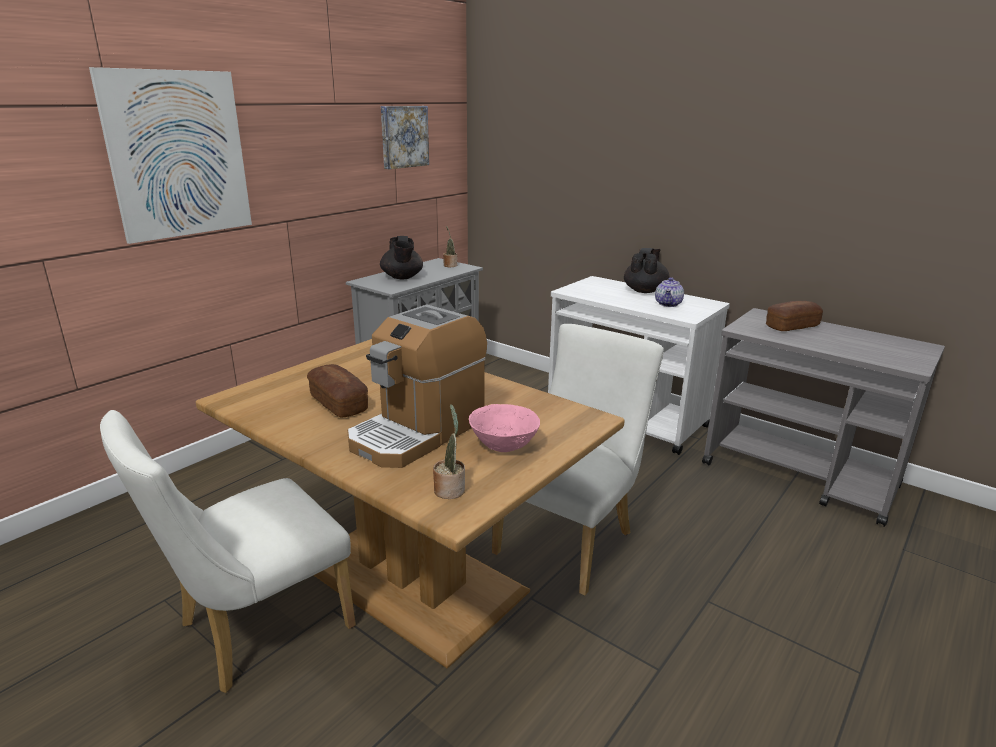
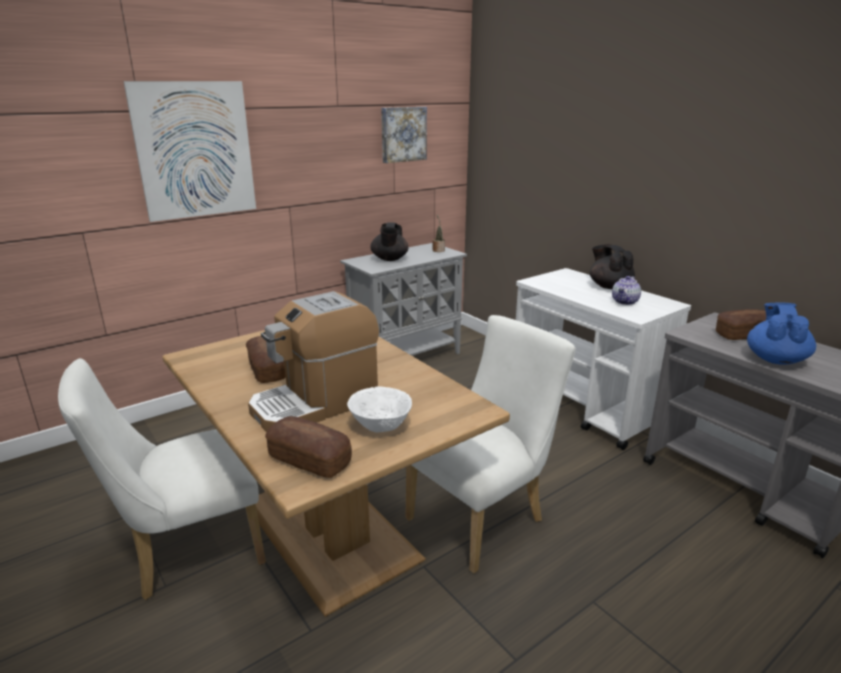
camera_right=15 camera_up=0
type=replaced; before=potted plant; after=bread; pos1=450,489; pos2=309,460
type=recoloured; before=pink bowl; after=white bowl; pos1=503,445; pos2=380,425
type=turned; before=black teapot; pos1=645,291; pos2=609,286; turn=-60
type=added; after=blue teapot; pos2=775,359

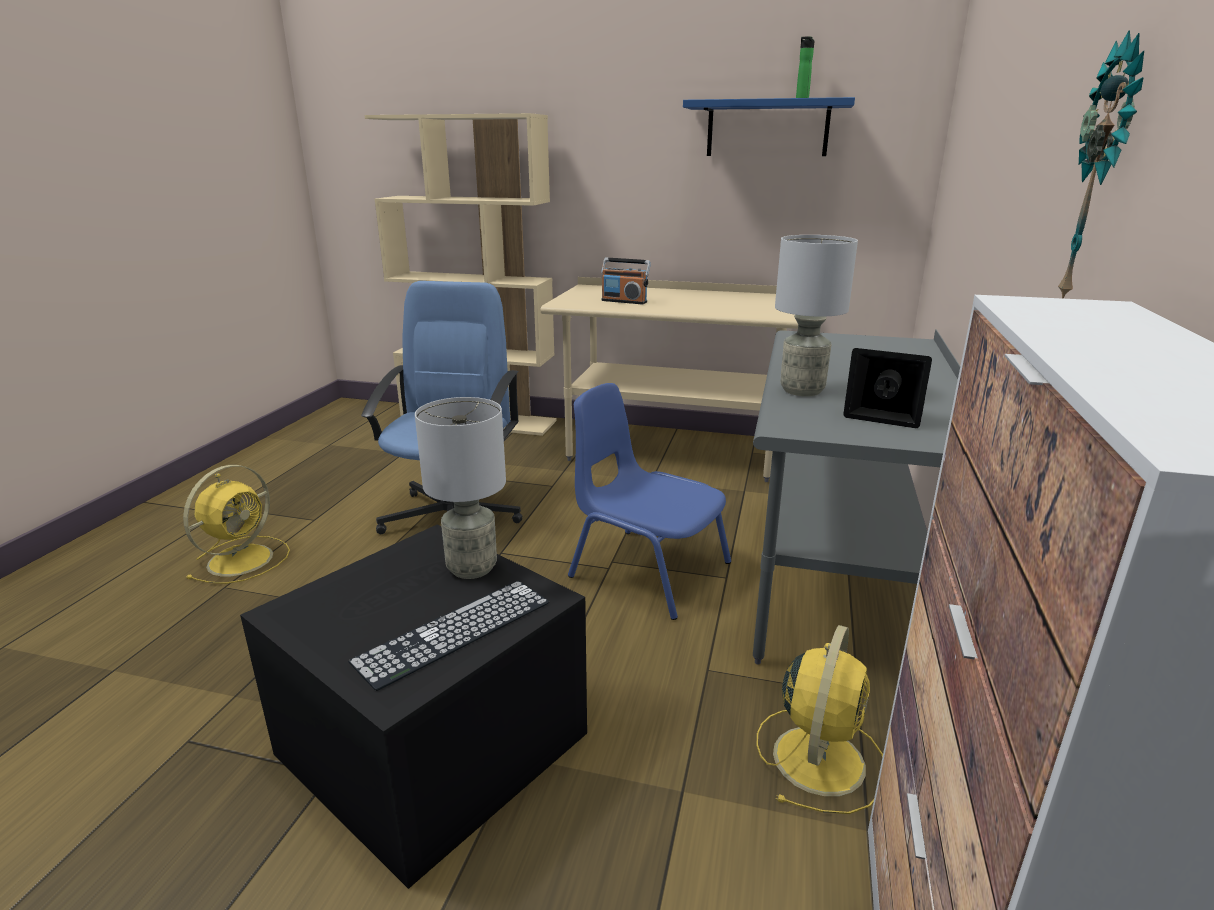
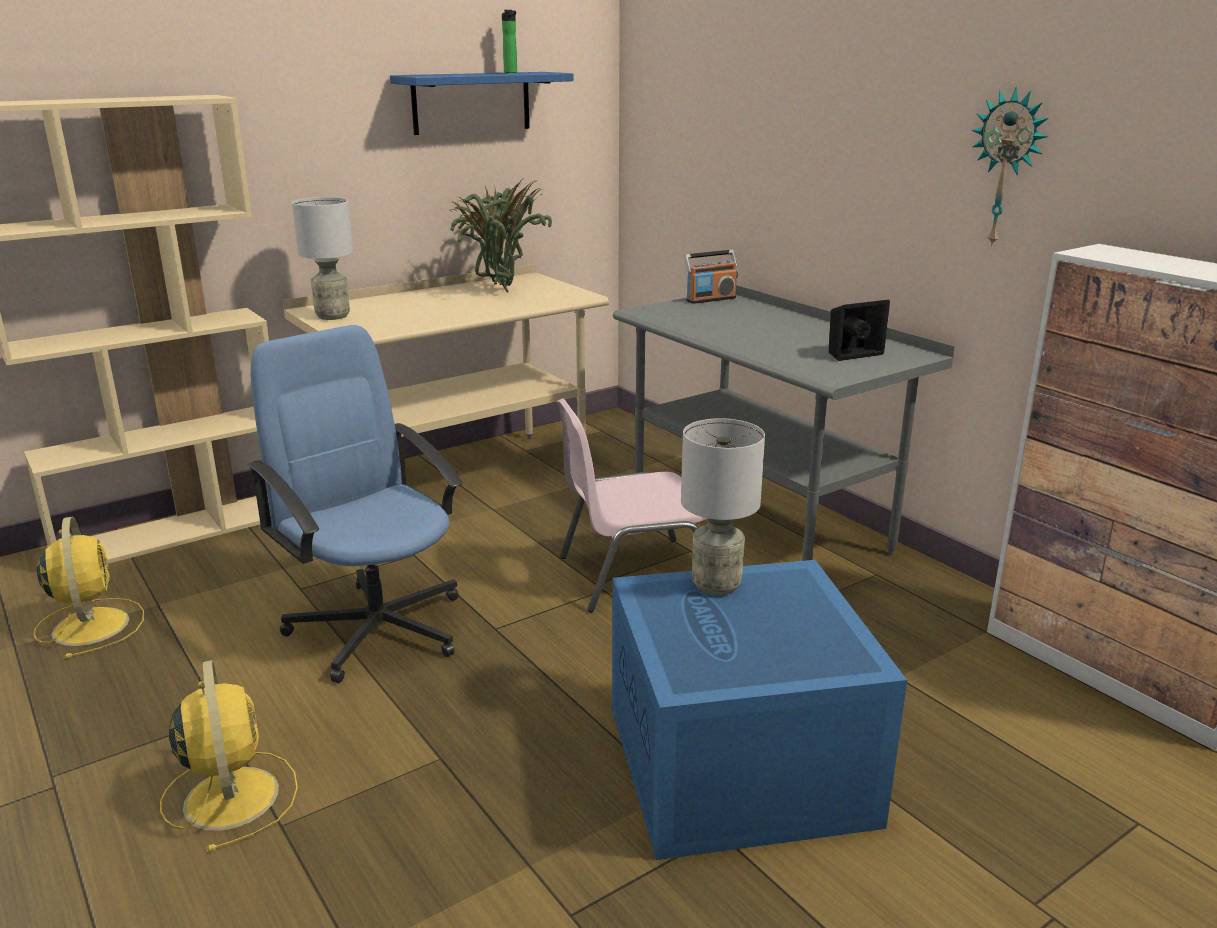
camera_right=-50 camera_up=0
type=recoloured; before=black storage box; after=blue storage box; pos1=432,747; pos2=742,766
type=removed; before=keyboard; pos1=455,631
type=recoloured; before=blue chair; after=pink chair; pos1=647,569; pos2=632,575
type=moved; before=radio; pos1=624,301; pos2=710,299
type=moved; before=yellow fan; pos1=819,757; pos2=91,625
type=moved; before=grey table lamp; pos1=802,391; pos2=333,316
type=added; after=potted plant; pos2=499,292

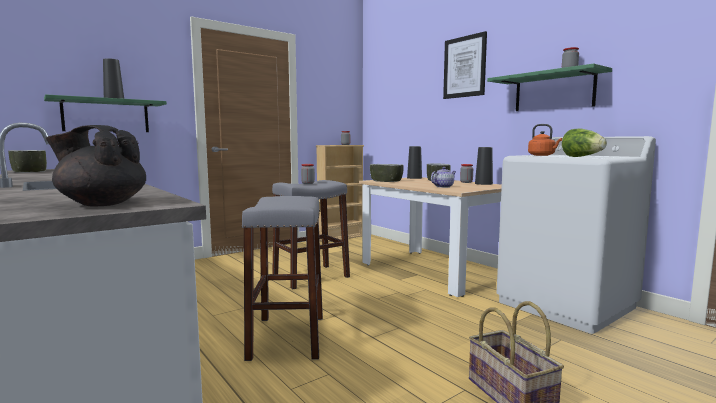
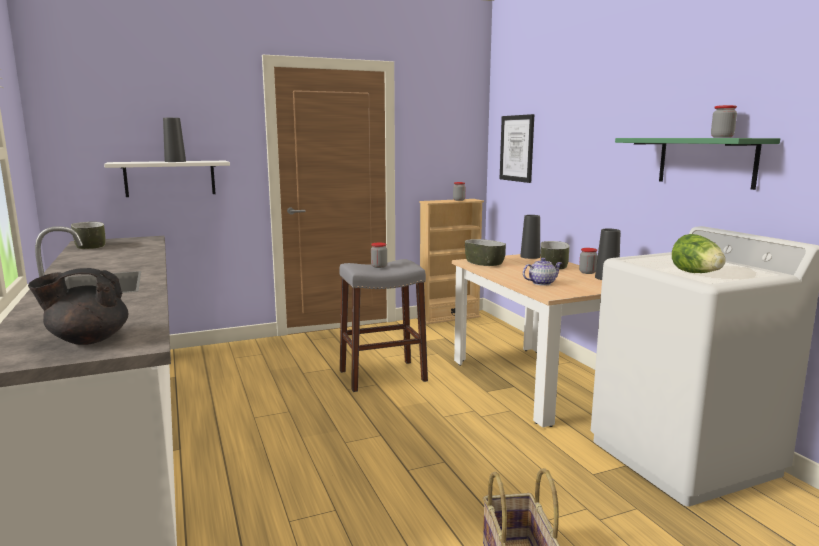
camera_right=15 camera_up=5
type=recoloured; before=green shelf; after=white shelf; pos1=106,116; pos2=170,178
type=turned; before=black teapot; pos1=102,204; pos2=87,340; turn=-45
type=removed; before=grey stool; pos1=287,337
type=moved; before=picture; pos1=464,67; pos2=517,148
type=removed; before=orange kettle; pos1=542,155

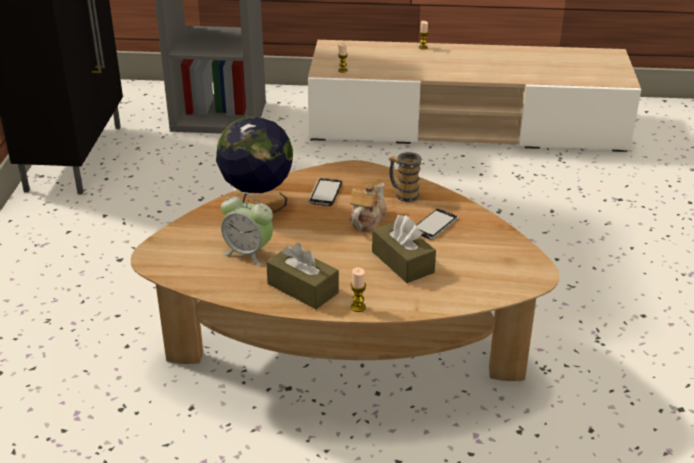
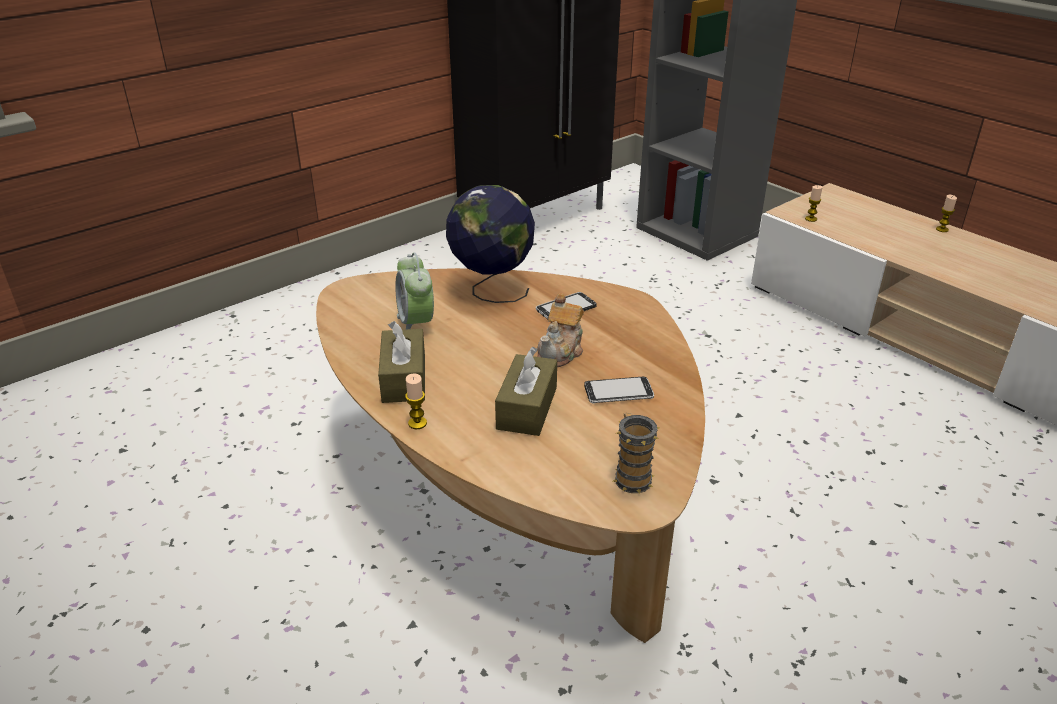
camera_right=45 camera_up=0
type=turned; before=teapot; pos1=367,220; pos2=561,352; turn=135
type=moved; before=mug; pos1=403,194; pos2=631,475

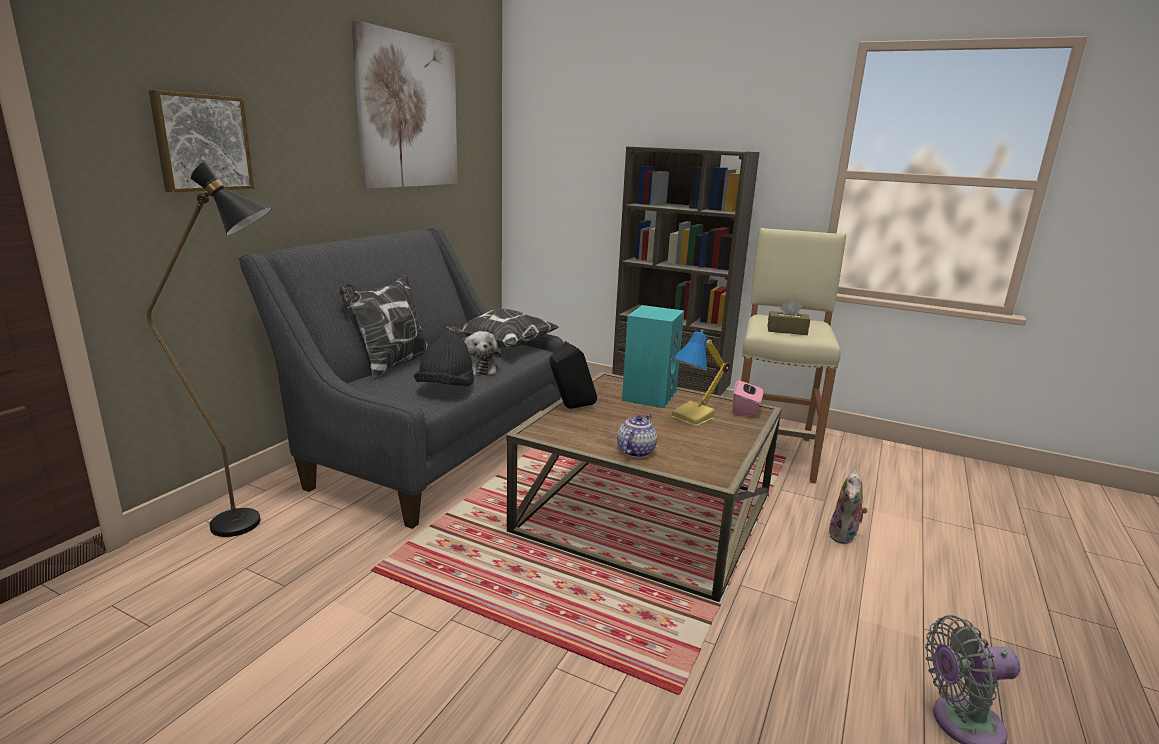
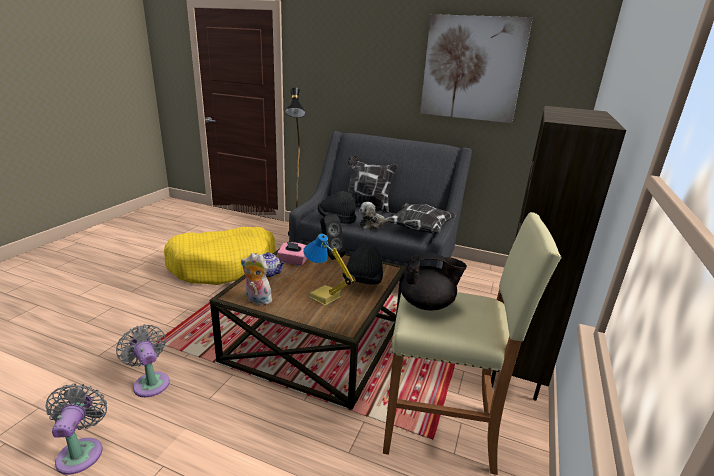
camera_right=85 camera_up=5
type=removed; before=picture; pos1=201,143
type=replaced; before=turquoise speaker; after=black hat; pos1=648,395; pos2=363,282
type=moved; before=pink tissue box; pos1=746,409; pos2=293,261
type=replaced; before=brown tissue box; after=black teapot; pos1=787,330; pos2=427,304
type=moved; before=plush toy; pos1=844,536; pos2=257,300
type=added; after=grey fan; pos2=150,382
type=added; after=yellow dog bed; pos2=224,265

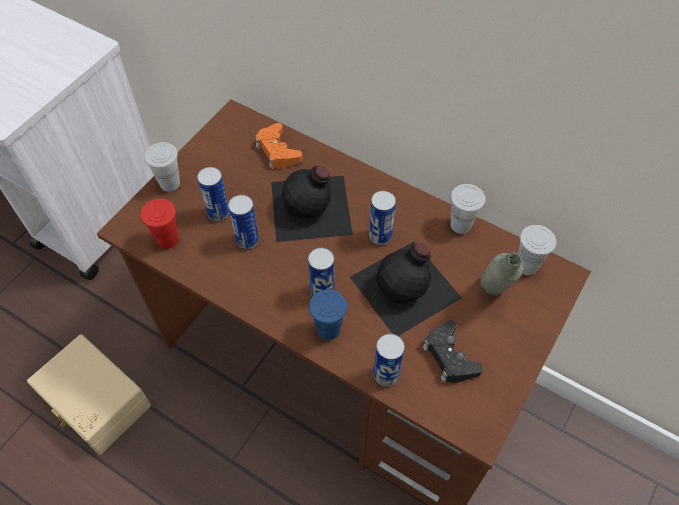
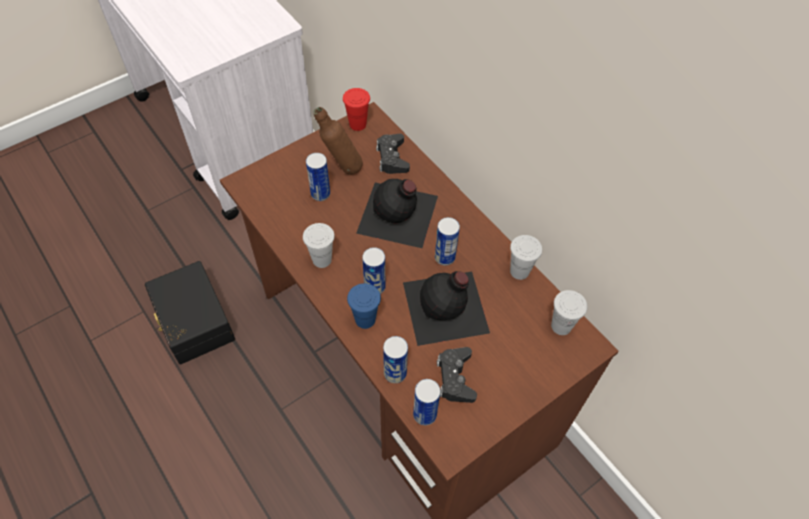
camera_right=20 camera_up=0
type=recoloured; before=beige storage box; after=black storage box; pos1=94,403; pos2=192,321
type=moved; before=red cup; pos1=168,240; pos2=357,124
type=moved; before=white cup; pos1=170,183; pos2=322,259
type=moved; before=can; pos1=247,240; pos2=424,414
type=recoloured; before=orange game controller; after=black game controller; pos1=277,151; pos2=392,158
type=removed; before=grey bottle; pos1=492,297
type=added; after=brown bottle; pos2=341,169

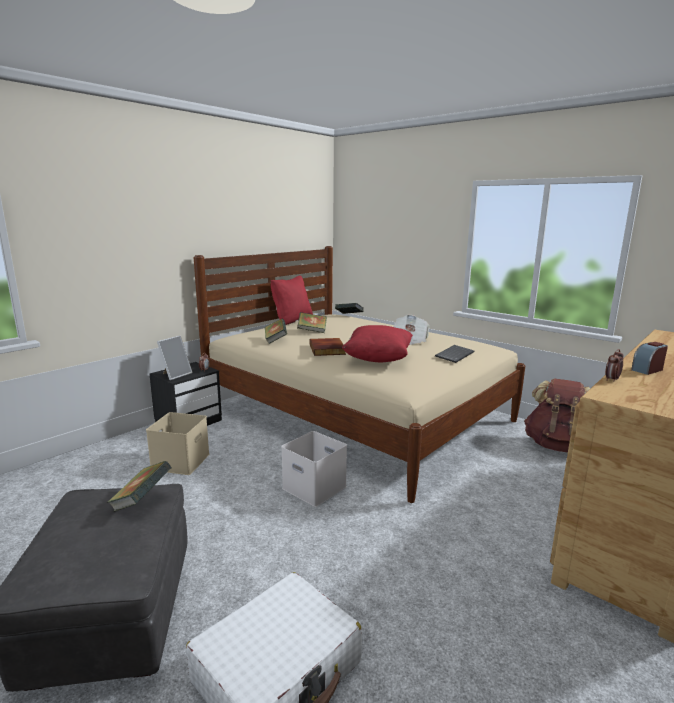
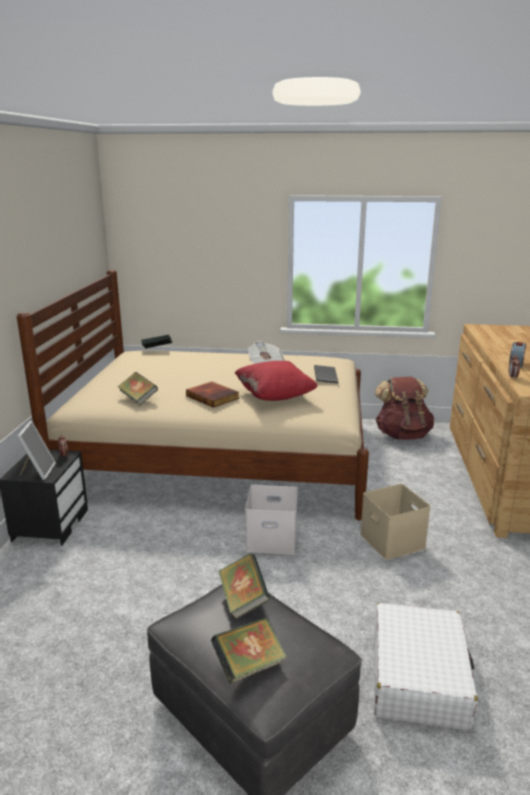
camera_right=-35 camera_up=5
type=moved; before=beige storage box; pos1=180,461; pos2=390,540
type=removed; before=red pillow; pos1=292,321
type=moved; before=book; pos1=312,331; pos2=249,665

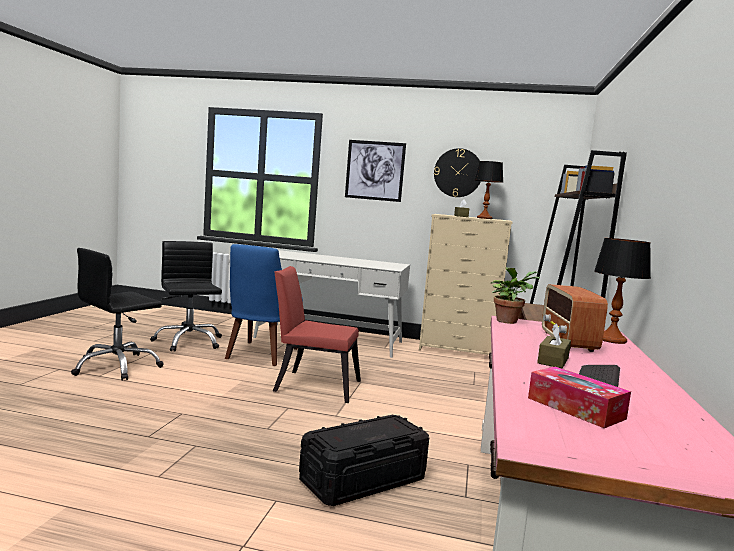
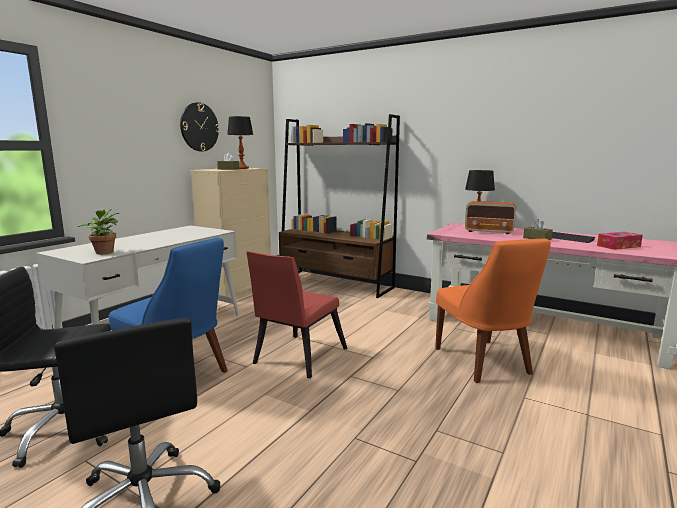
camera_right=-70 camera_up=5
type=replaced; before=black storage box; after=orange chair; pos1=363,480; pos2=484,362
type=removed; before=picture; pos1=375,170
type=moved; before=potted plant; pos1=508,321; pos2=104,252

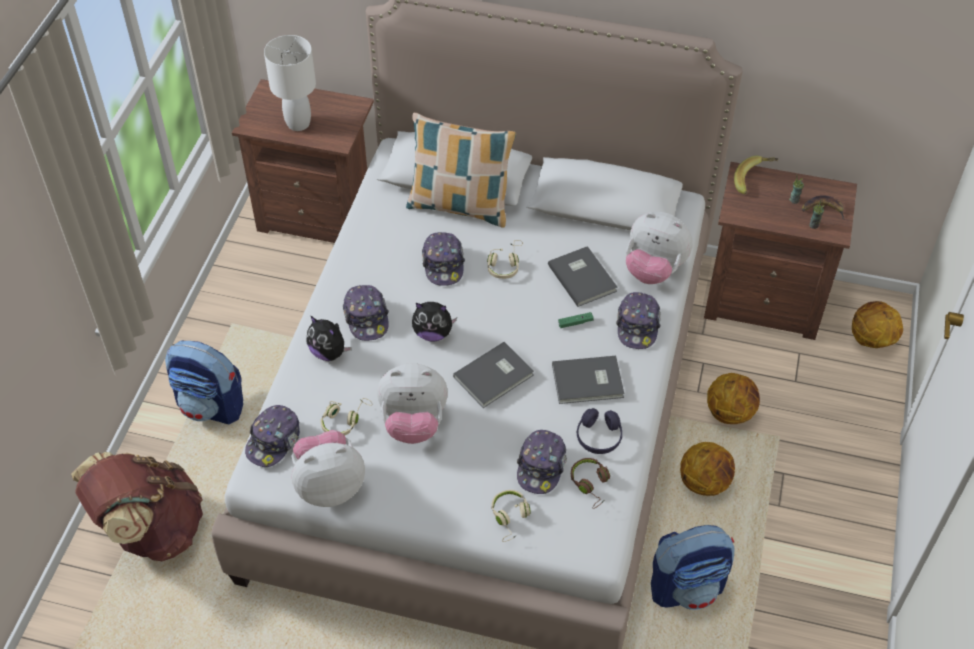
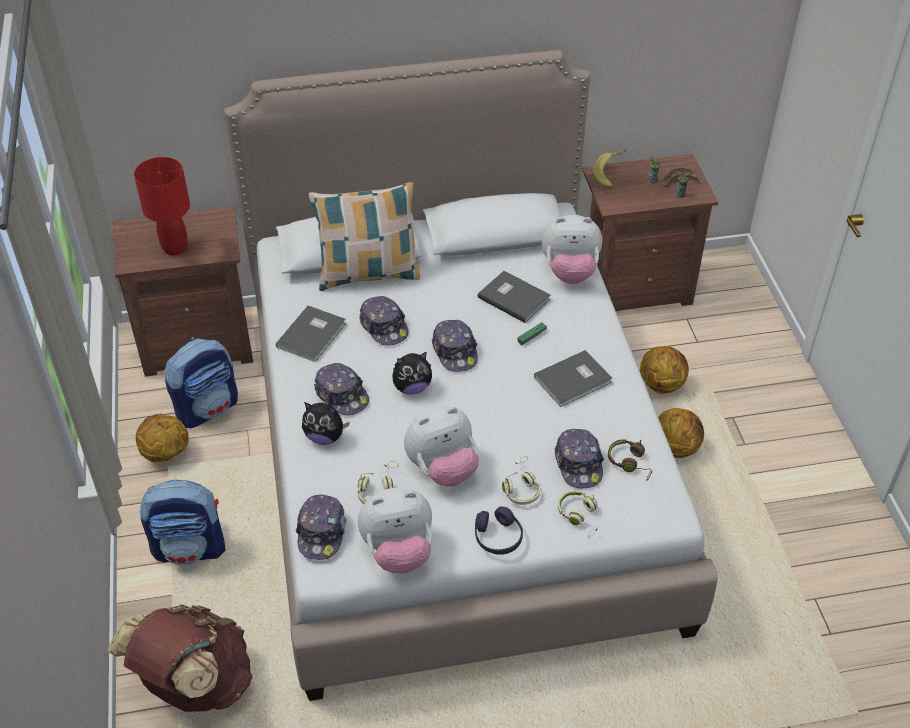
camera_right=-25 camera_up=-5
type=recoloured; before=white table lamp; after=red table lamp; pos1=299,123; pos2=175,248
type=turned; before=plush toy; pos1=329,485; pos2=398,552; turn=-150
type=moved; before=grey book; pos1=495,376; pos2=313,335
type=moved; before=beige headphones; pos1=505,264; pos2=520,487
type=moved; before=purple headphones; pos1=599,437; pos2=498,537
type=moved; before=cap; pos1=638,326; pos2=455,351
type=moved; before=backpack; pos1=687,587; pos2=207,408
type=moved; before=basketball; pos1=871,340; pos2=165,453

